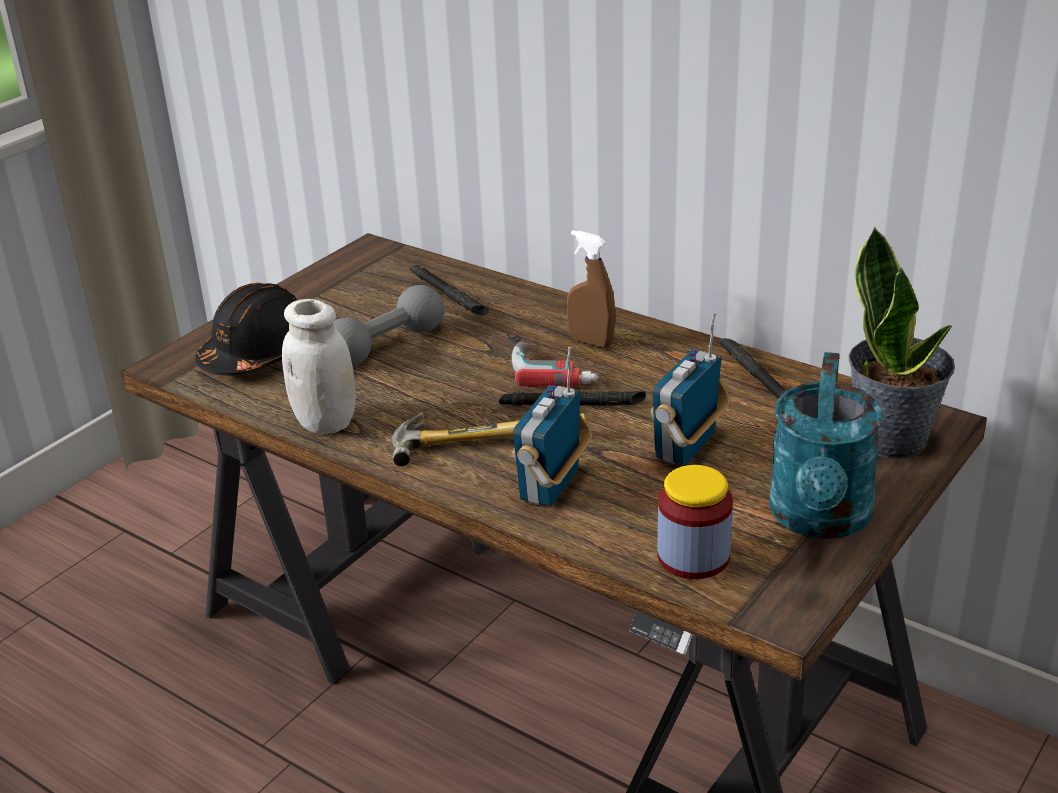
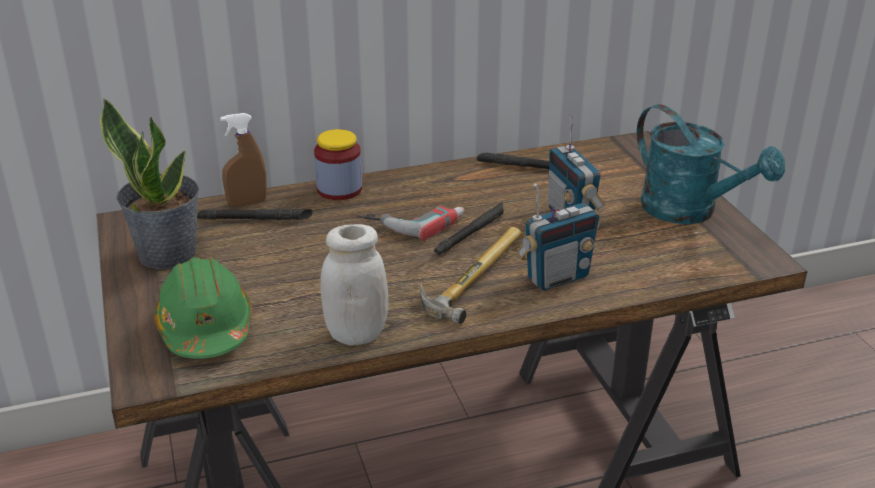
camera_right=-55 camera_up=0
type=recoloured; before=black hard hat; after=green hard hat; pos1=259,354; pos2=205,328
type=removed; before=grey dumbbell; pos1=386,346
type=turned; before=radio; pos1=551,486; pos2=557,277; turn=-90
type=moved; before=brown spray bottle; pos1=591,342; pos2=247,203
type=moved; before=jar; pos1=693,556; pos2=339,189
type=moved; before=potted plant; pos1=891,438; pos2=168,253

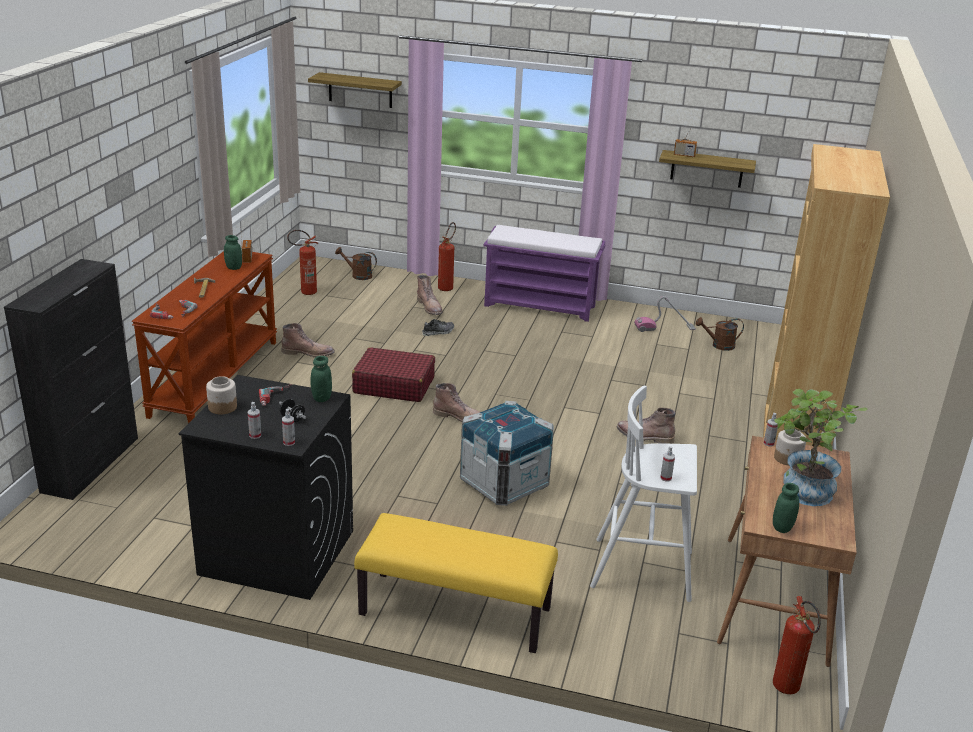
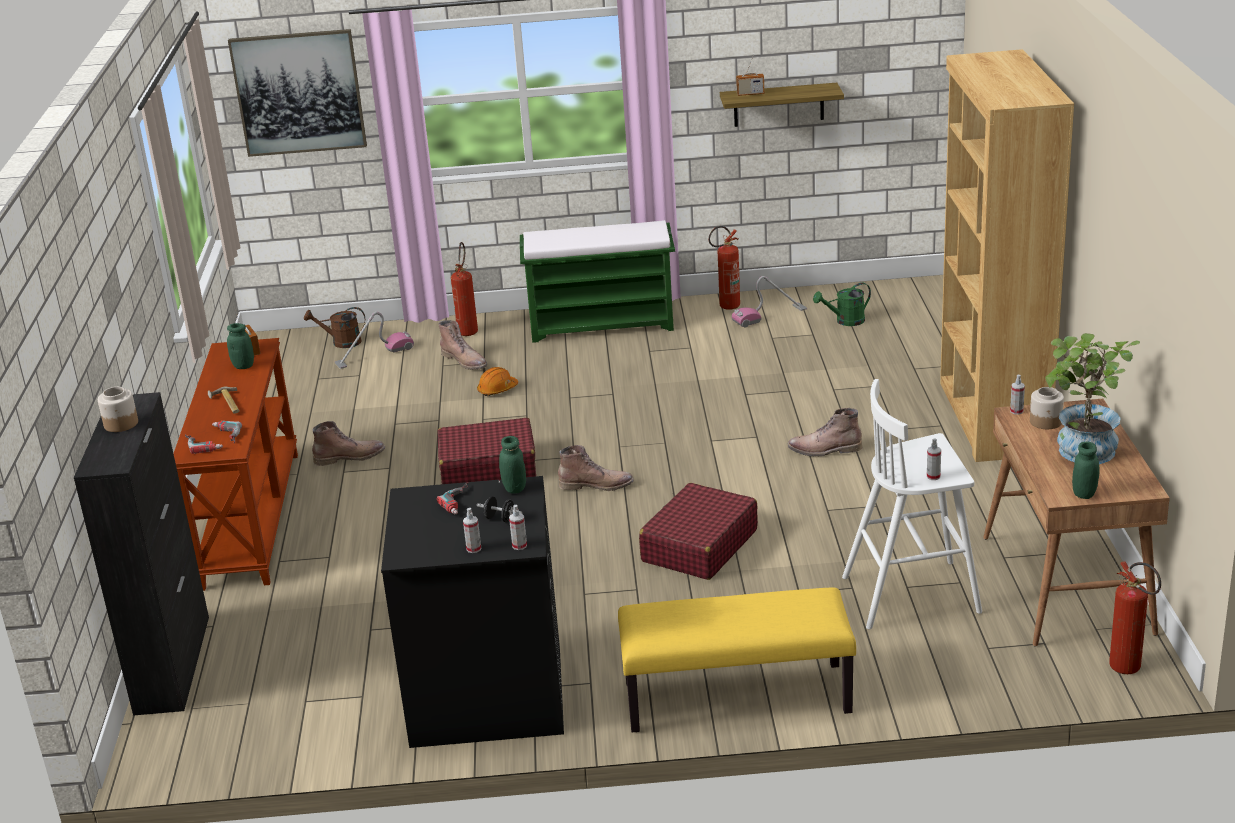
camera_right=-15 camera_up=0
type=moved; before=jar; pos1=222,407; pos2=120,424
type=moved; before=fire extinguisher; pos1=305,292; pos2=726,307
type=replaced; before=shelf; after=picture; pos1=360,90; pos2=299,92
type=replaced; before=shoe; after=orange hard hat; pos1=438,332; pos2=497,389
type=replaced; before=crate; after=red suitcase; pos1=504,483; pos2=699,546
type=recoloured; before=purple bench; after=green bench; pos1=541,305; pos2=603,325
type=recoloured; before=brown watering can; after=green watering can; pos1=719,345; pos2=845,321
type=added; after=vacuum cleaner; pos2=374,355

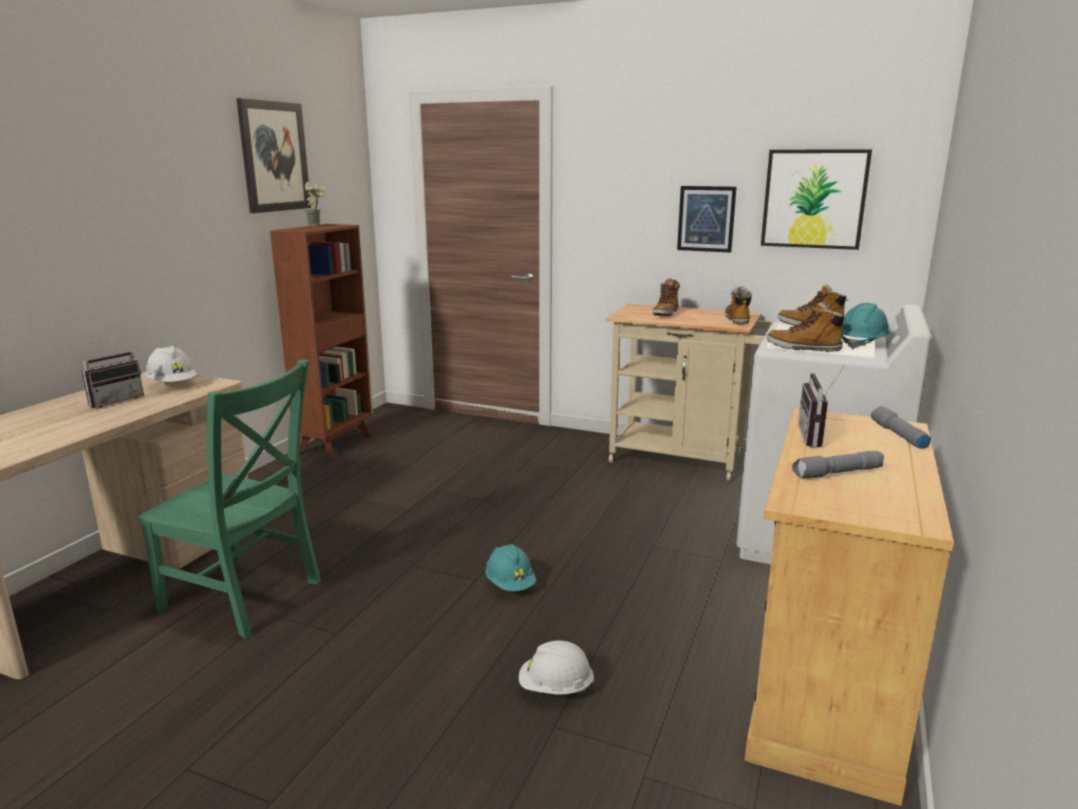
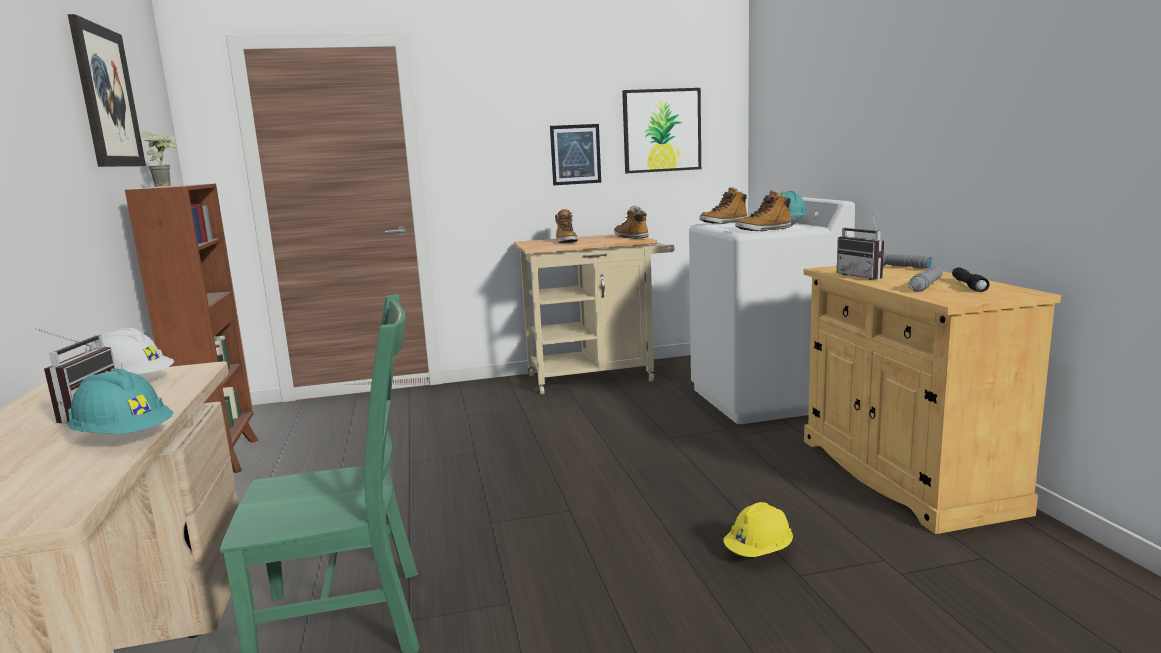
camera_right=-35 camera_up=-5
type=moved; before=turquoise hard hat; pos1=510,584; pos2=125,438
type=recoloured; before=white hard hat; after=yellow hard hat; pos1=555,688; pos2=759,552
type=added; after=black flashlight; pos2=968,285

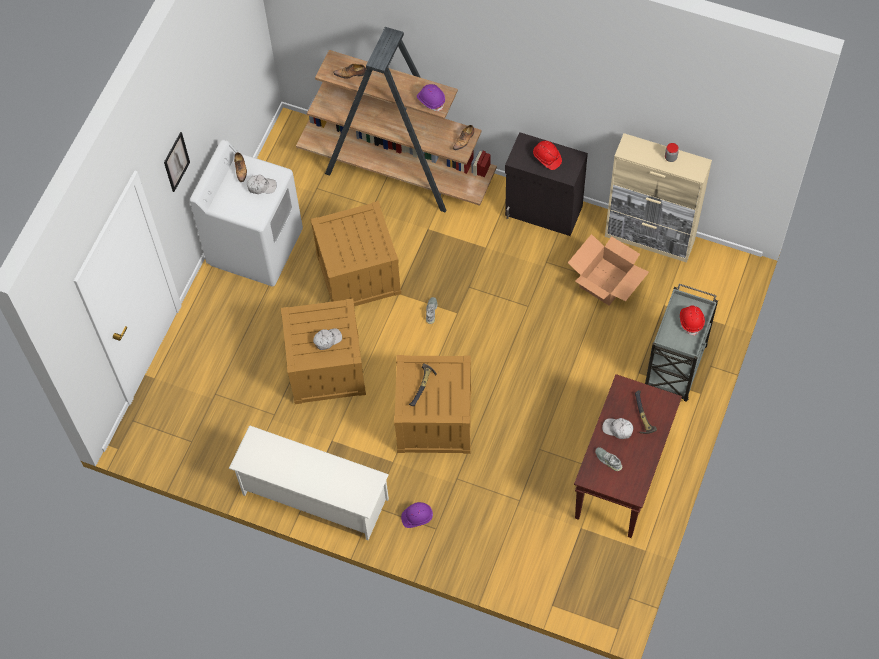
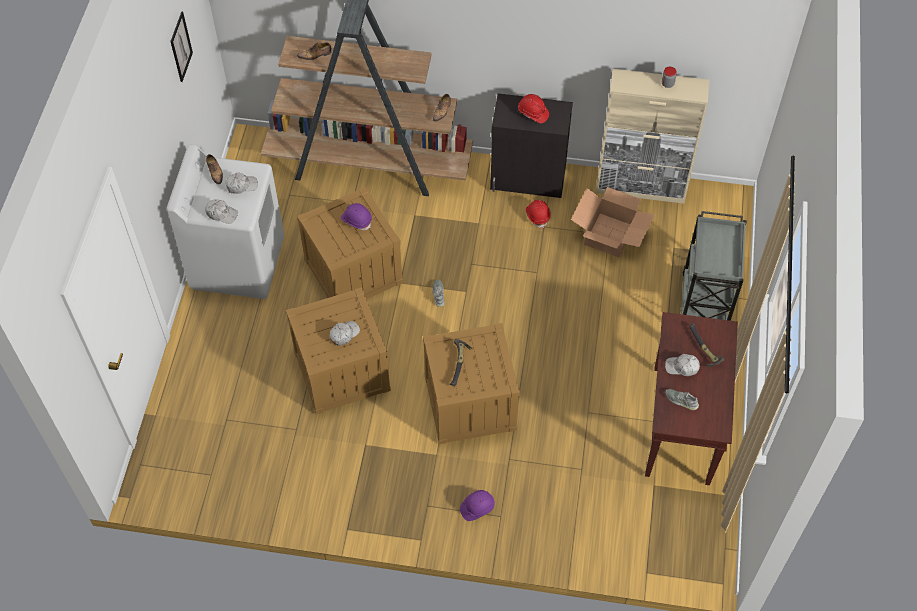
camera_right=-15 camera_up=-5
type=moved; before=picture; pos1=176,162; pos2=181,47
type=removed; before=white shoe rack; pos1=314,496
type=moved; before=purple hard hat; pos1=431,100; pos2=356,220
type=moved; before=red hard hat; pos1=691,321; pos2=537,216
type=added; after=white cap; pos2=221,213

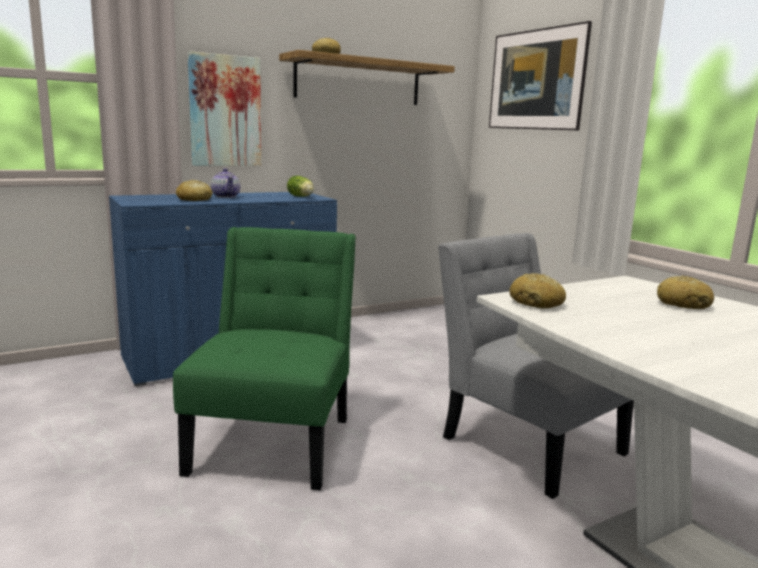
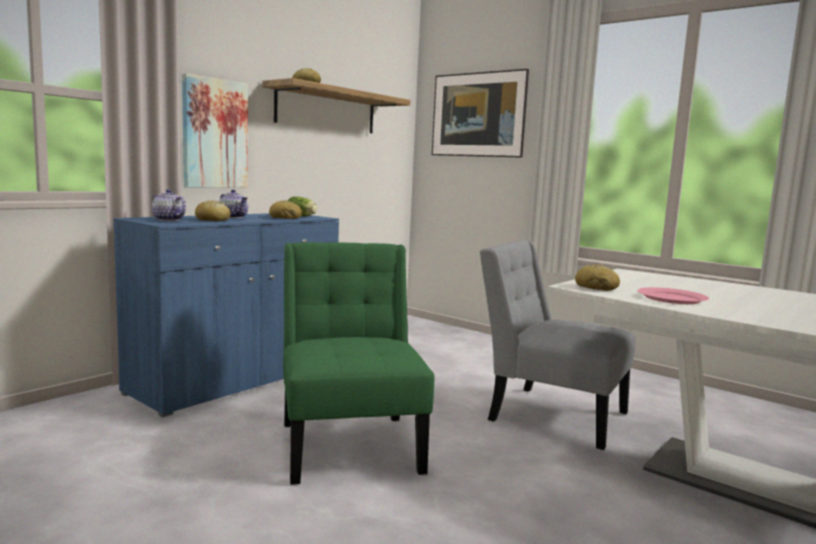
camera_right=-20 camera_up=-5
type=moved; before=bread; pos1=683,304; pos2=285,218
type=added; after=teapot; pos2=168,220
type=added; after=pink plate; pos2=671,298

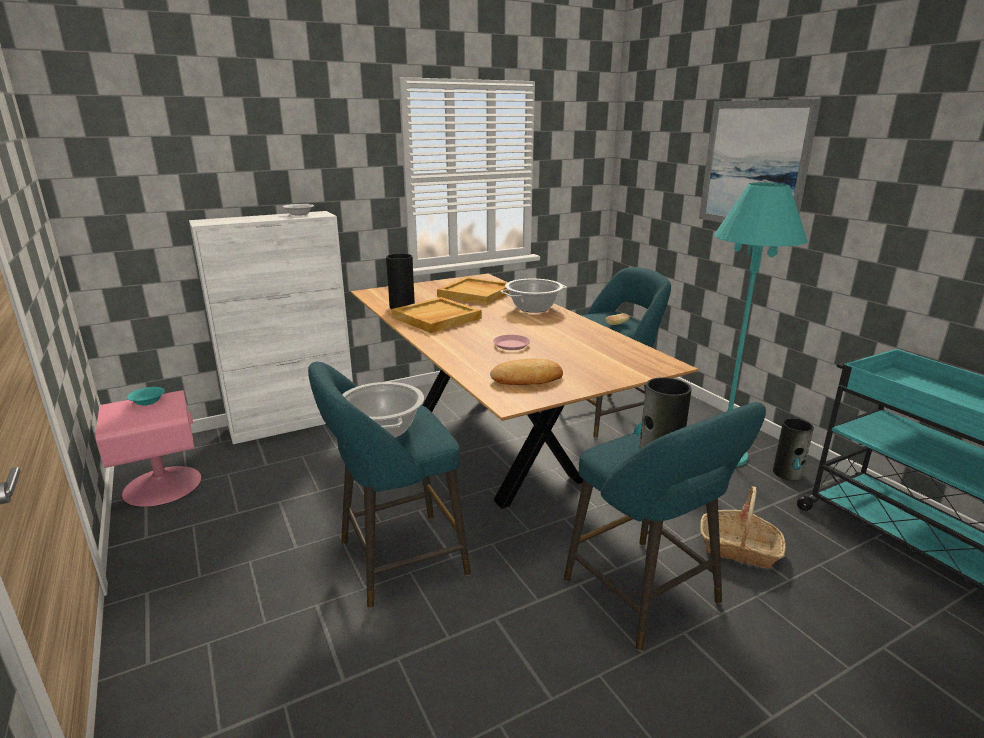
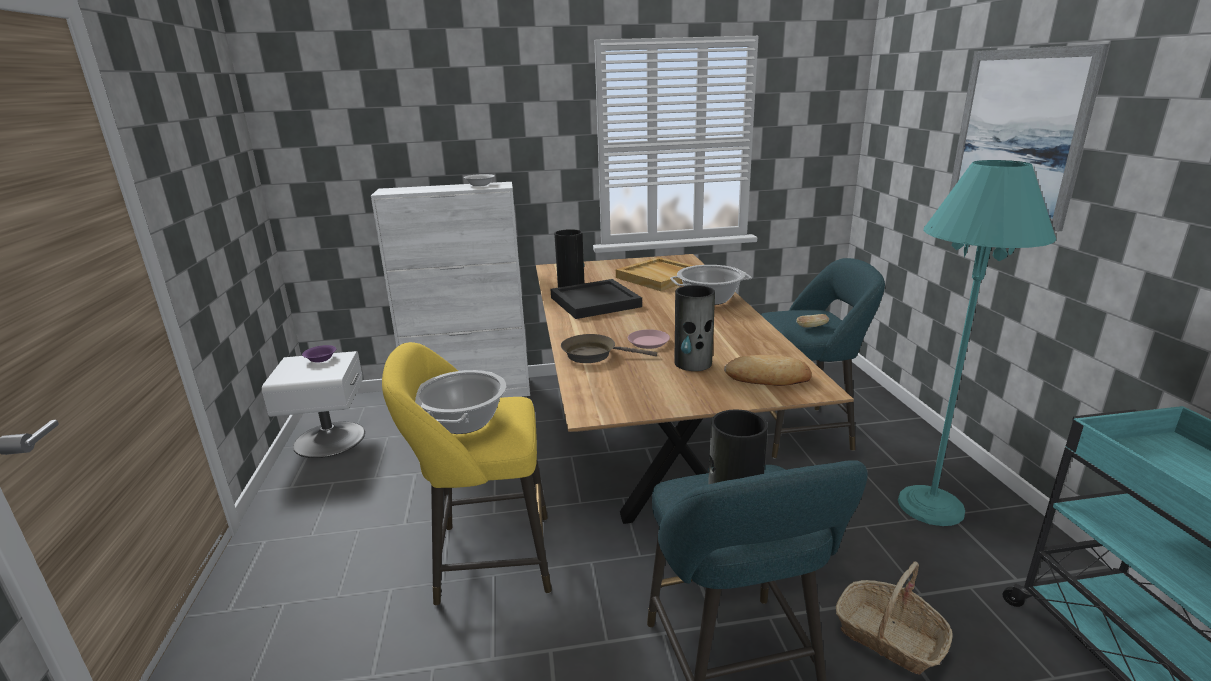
camera_right=20 camera_up=0
type=recoloured; before=pink nightstand; after=white nightstand; pos1=161,486; pos2=328,439
type=recoloured; before=turquoise bowl; after=purple bowl; pos1=148,402; pos2=321,359
type=recoloured; before=turquoise stool; after=yellow stool; pos1=395,560; pos2=486,559
type=recoloured; before=beige tray; after=black tray; pos1=436,318; pos2=595,302
type=moved; before=bread; pos1=527,378; pos2=768,377
type=moved; before=vase; pos1=788,473; pos2=693,363
type=added; after=brown frying pan; pos2=594,355

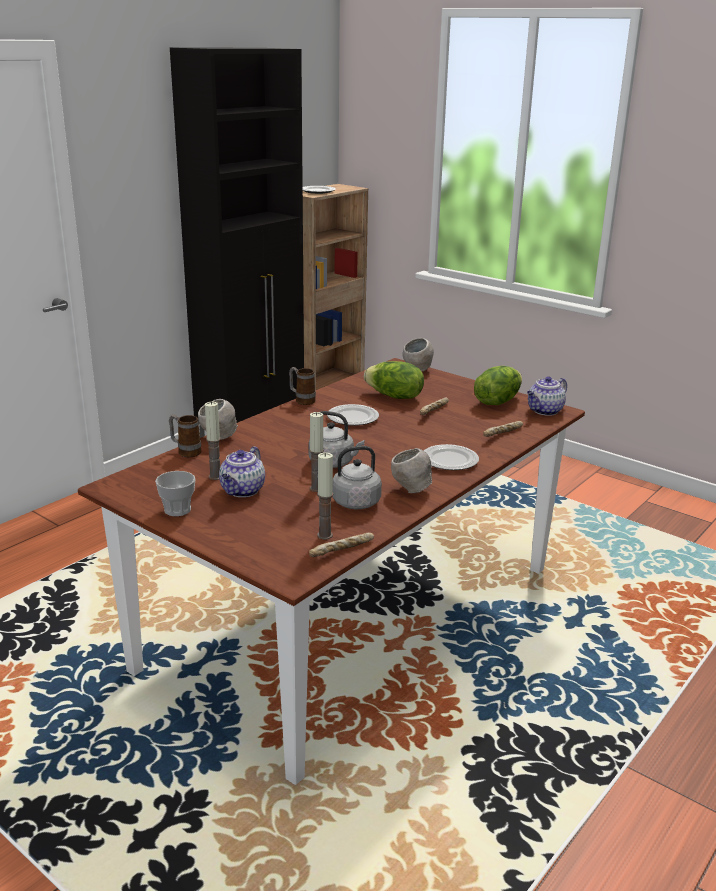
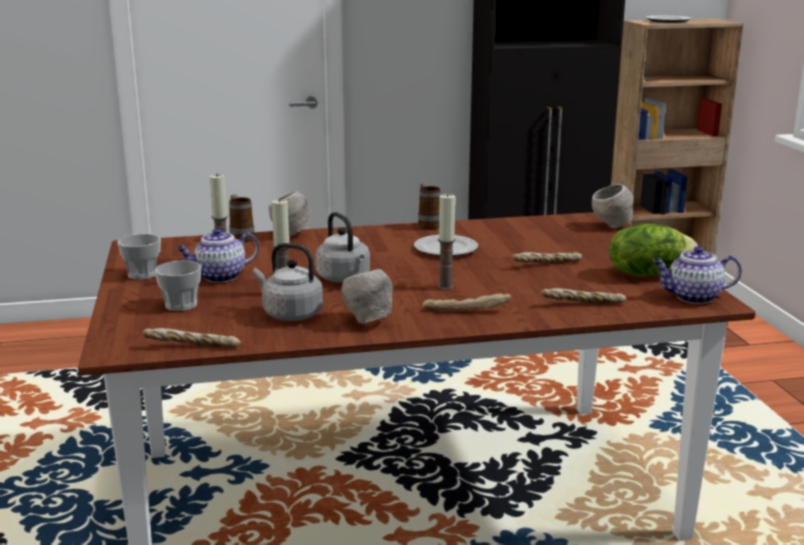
camera_right=40 camera_up=-5
type=moved; before=candle; pos1=325,535; pos2=445,286
type=removed; before=lettuce; pos1=394,396
type=replaced; before=plate; after=bread; pos1=450,461; pos2=466,310
type=added; after=cup; pos2=181,305

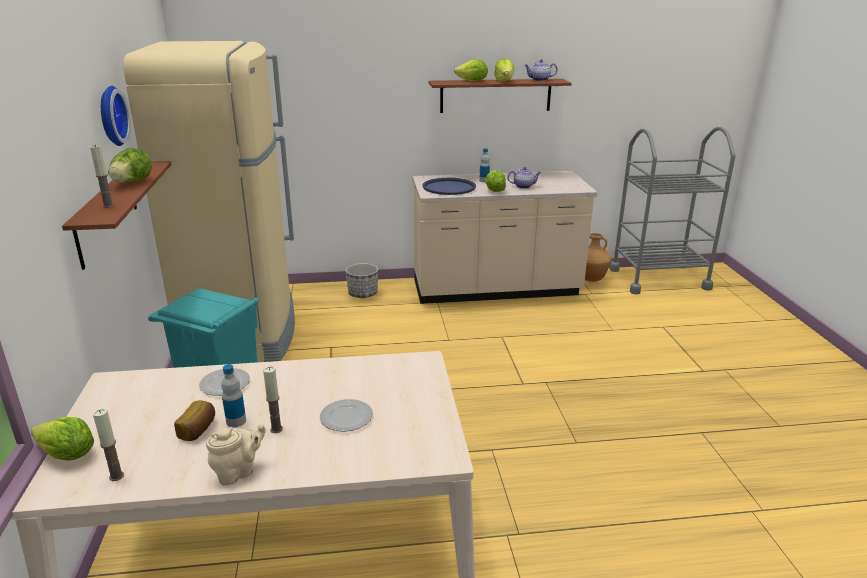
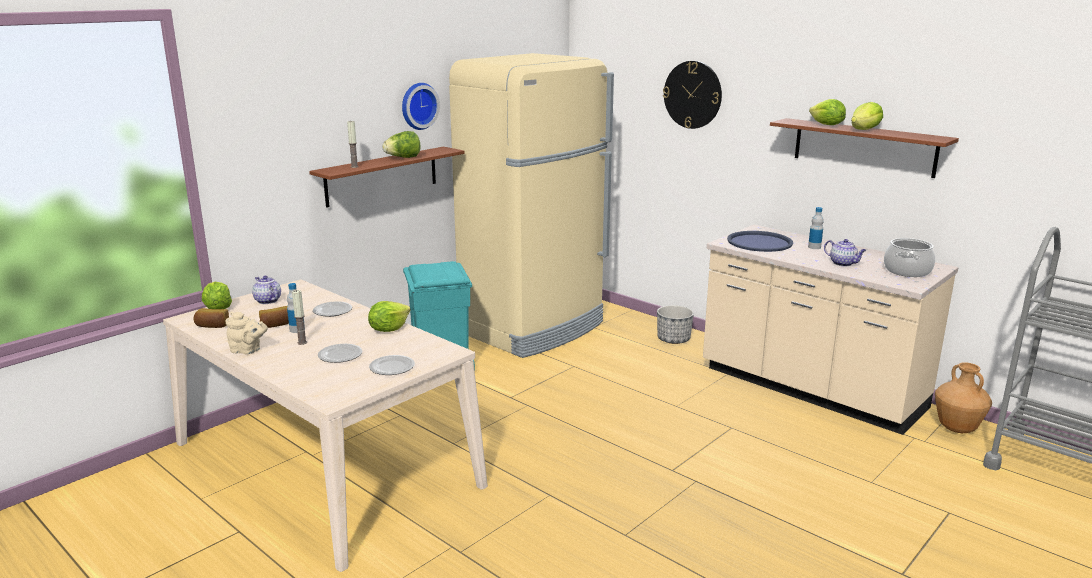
camera_right=50 camera_up=-5
type=replaced; before=candle; after=bread; pos1=116,476; pos2=212,326
type=moved; before=lettuce; pos1=494,191; pos2=388,329
type=moved; before=teapot; pos1=539,80; pos2=267,301
type=added; after=plate; pos2=392,367
type=added; after=wall clock; pos2=692,94
type=added; after=cooking pot; pos2=907,271

